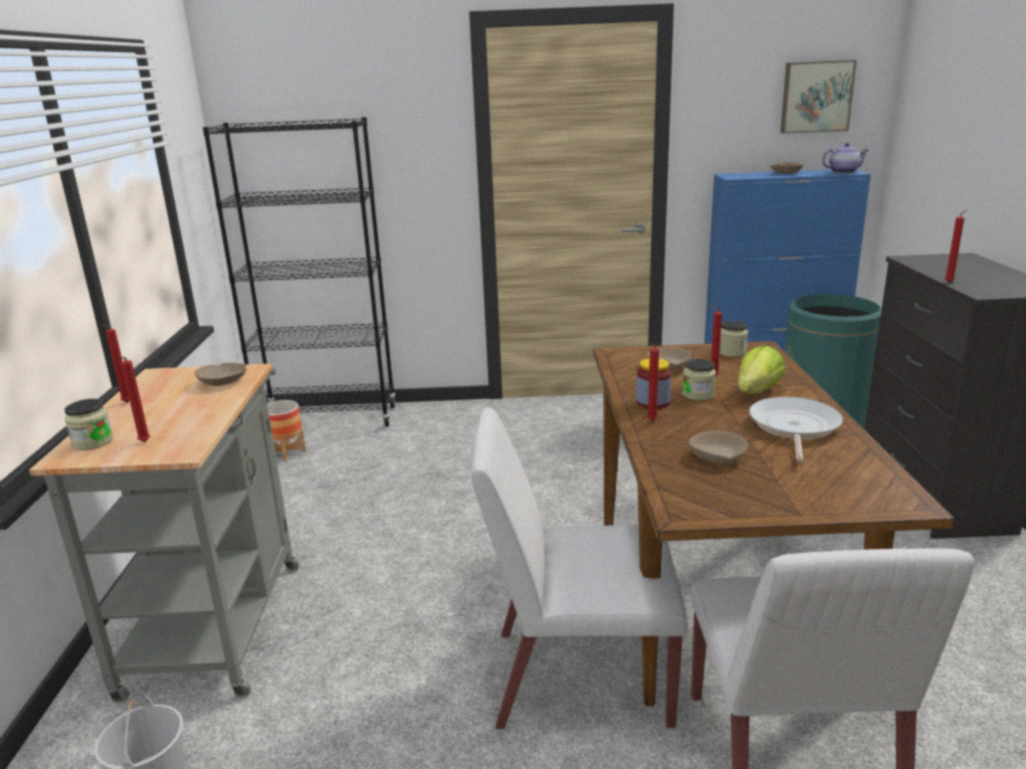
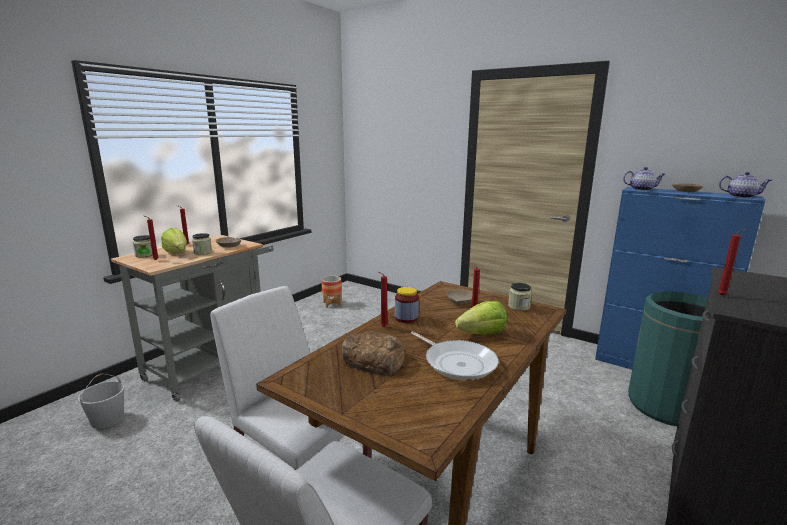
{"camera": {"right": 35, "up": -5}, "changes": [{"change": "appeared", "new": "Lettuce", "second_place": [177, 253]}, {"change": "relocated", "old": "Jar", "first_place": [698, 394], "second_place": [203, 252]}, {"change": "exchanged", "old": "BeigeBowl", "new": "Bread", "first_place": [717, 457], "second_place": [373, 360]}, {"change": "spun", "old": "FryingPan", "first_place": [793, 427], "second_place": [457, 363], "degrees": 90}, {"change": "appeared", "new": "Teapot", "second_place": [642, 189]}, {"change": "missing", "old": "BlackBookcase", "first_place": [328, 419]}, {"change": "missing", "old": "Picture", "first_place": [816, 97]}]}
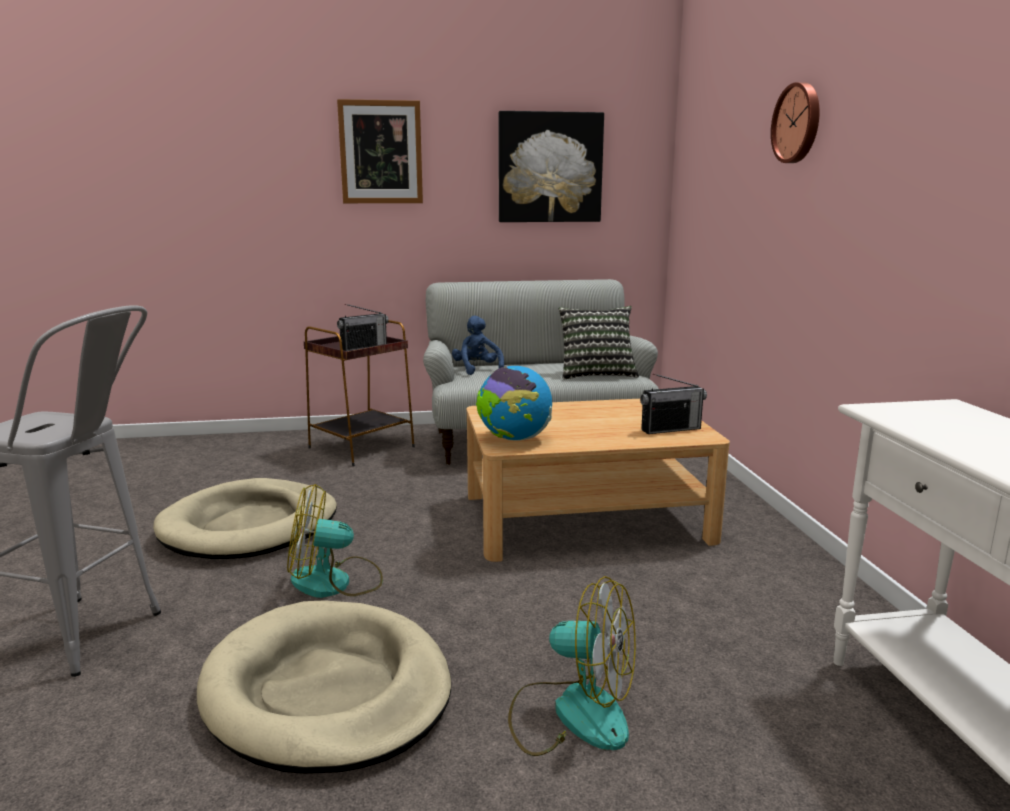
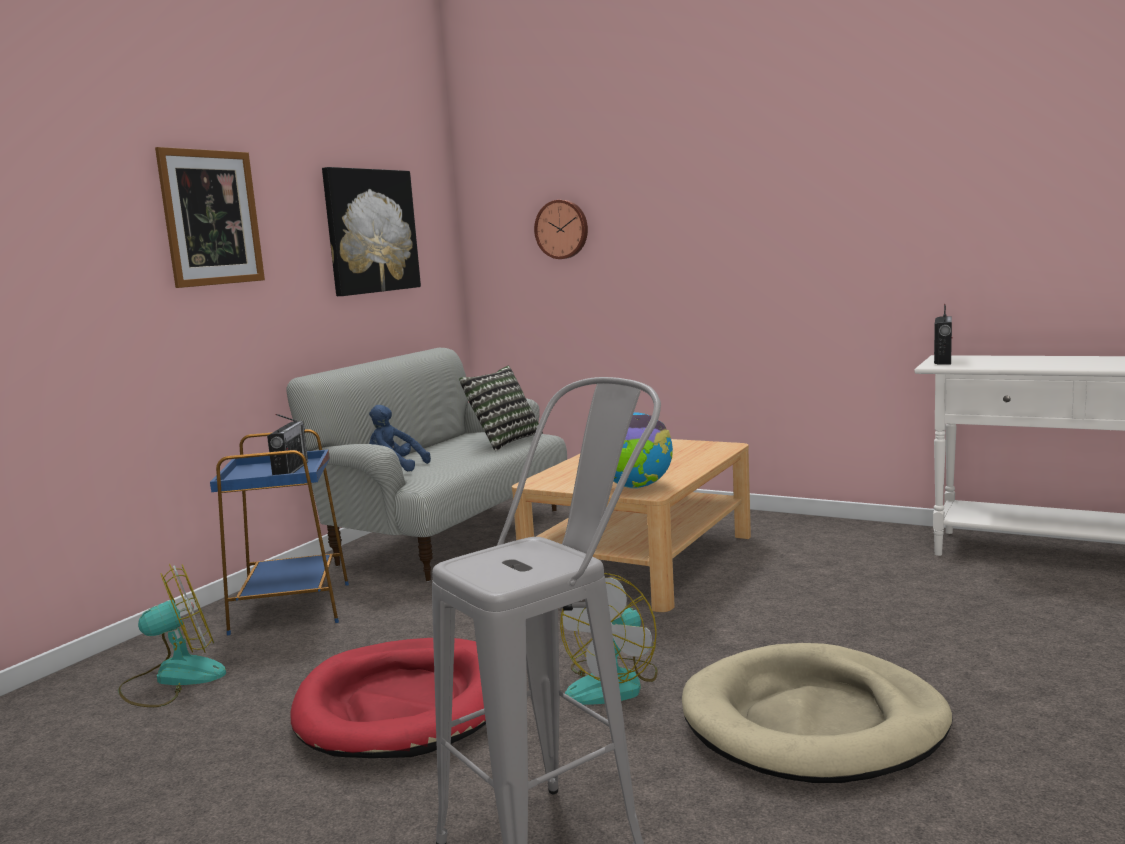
{"camera": {"right": -50, "up": -5}, "changes": [{"change": "relocated", "old": "Fan", "first_place": [572, 713], "second_place": [173, 679]}, {"change": "colour", "old": "BrownSideTable", "new": "BlueSideTable", "first_place": [362, 447], "second_place": [292, 607]}, {"change": "colour", "old": "BeigeDogBed", "new": "RedDogBed", "first_place": [250, 526], "second_place": [403, 705]}, {"change": "relocated", "old": "WallClock", "first_place": [798, 123], "second_place": [562, 229]}, {"change": "relocated", "old": "Radio", "first_place": [670, 429], "second_place": [942, 360]}]}
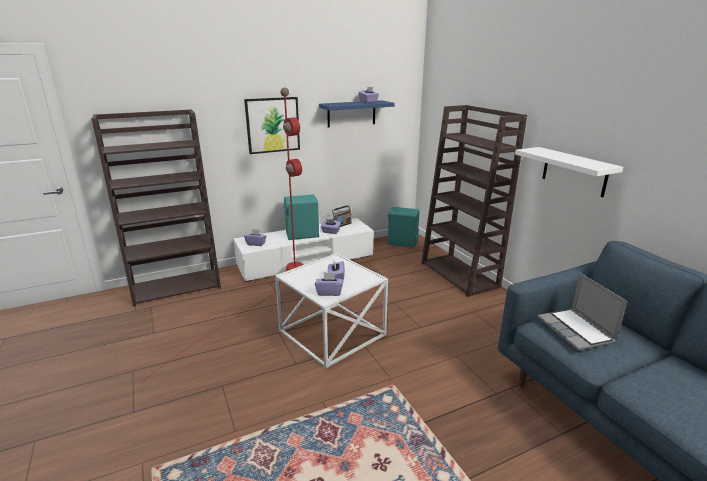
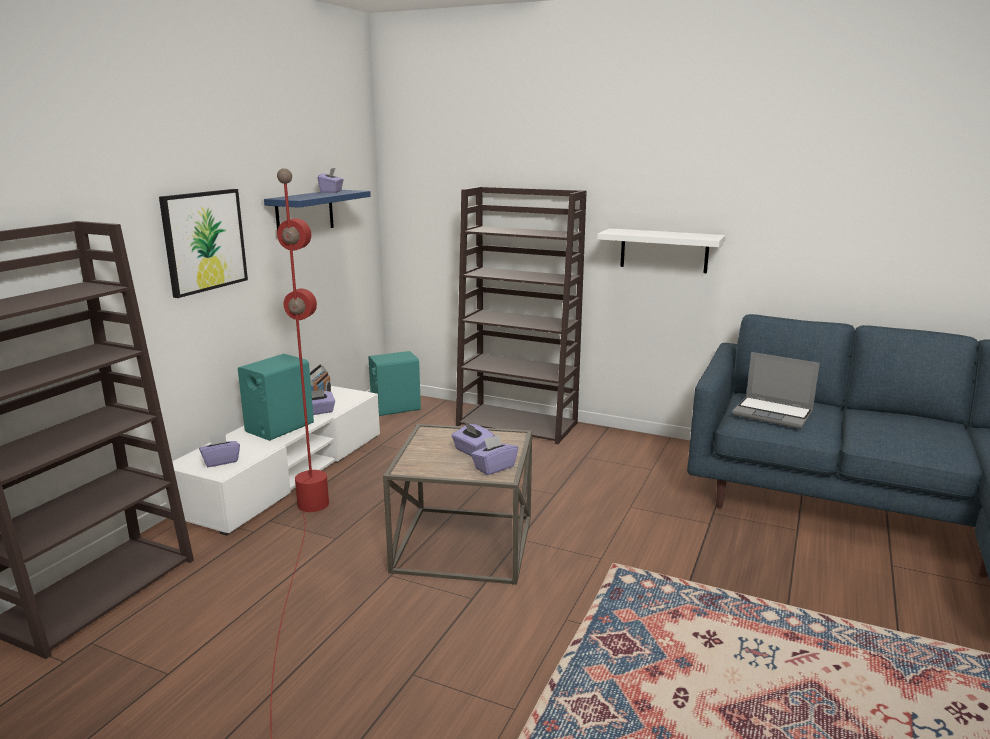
{"camera": {"right": -40, "up": -5}, "changes": [{"change": "colour", "old": "WhiteSideTable", "new": "BrownSideTable", "first_place": [333, 333], "second_place": [465, 543]}]}
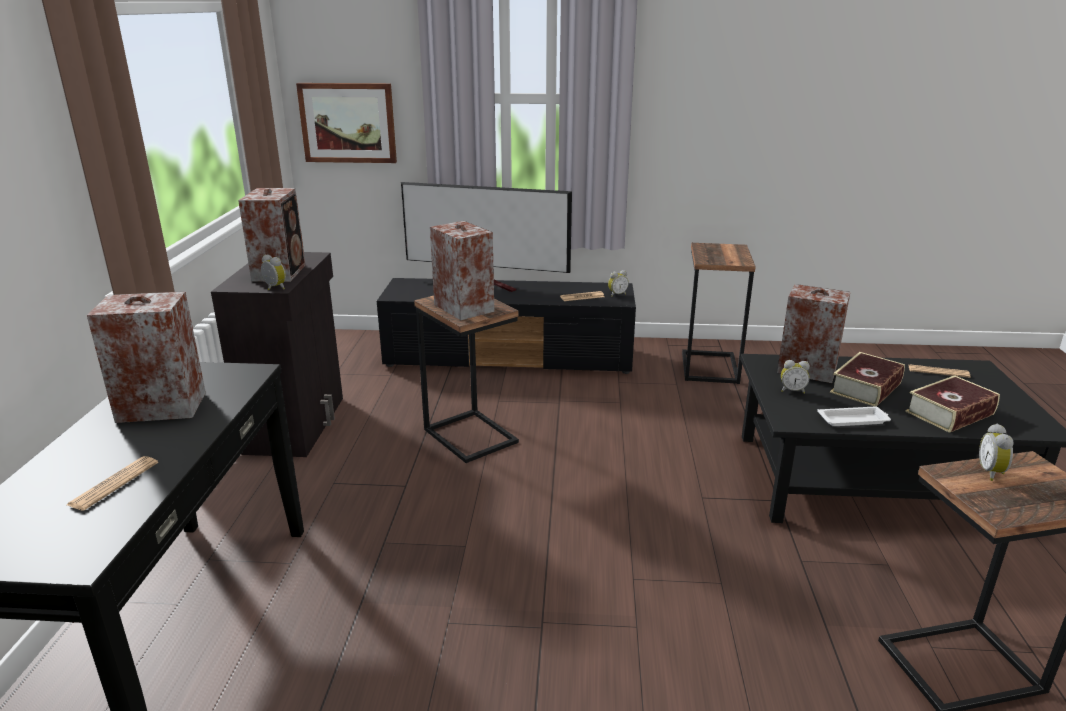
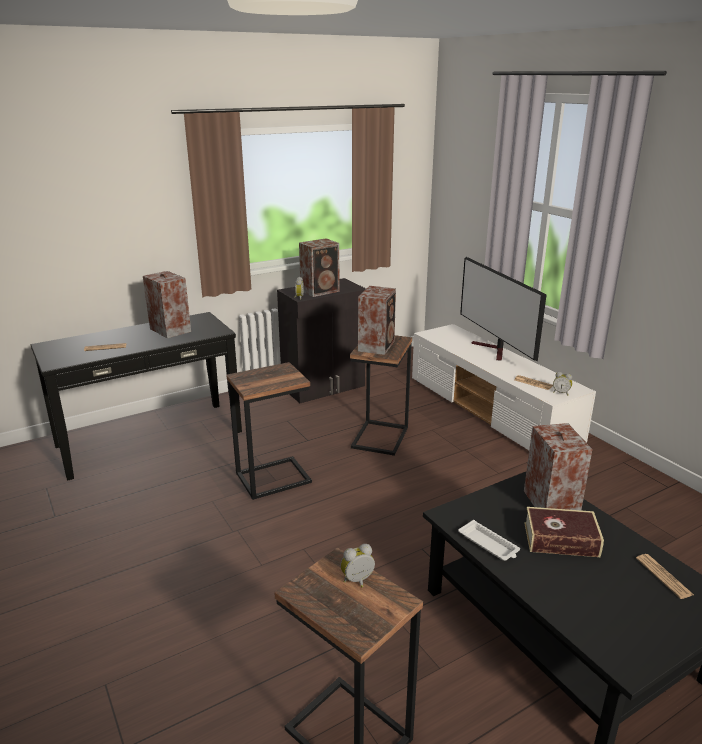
{"camera": {"right": 55, "up": 0}, "changes": [{"change": "relocated", "old": "SideTable", "first_place": [708, 367], "second_place": [272, 477]}, {"change": "colour", "old": "BlackTvStand", "new": "WhiteTvStand", "first_place": [510, 357], "second_place": [491, 411]}, {"change": "missing", "old": "Picture", "first_place": [348, 123]}, {"change": "missing", "old": "AlarmClock", "first_place": [792, 390]}, {"change": "missing", "old": "Book", "first_place": [950, 413]}]}
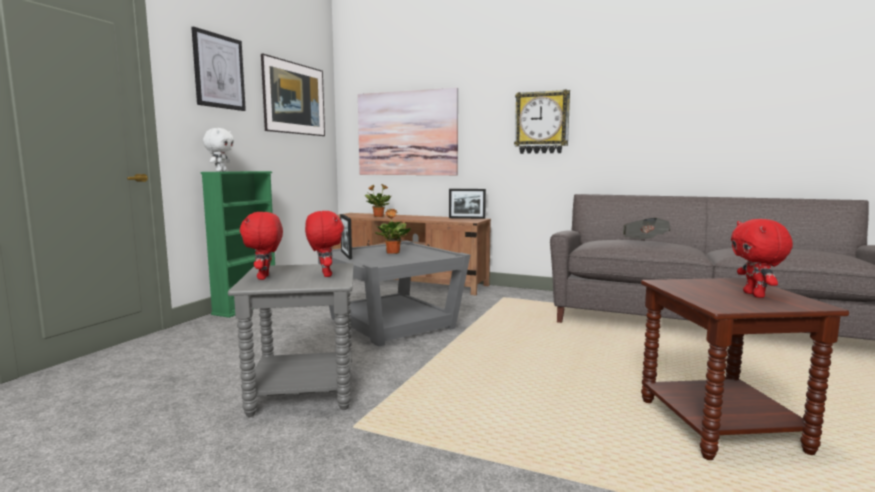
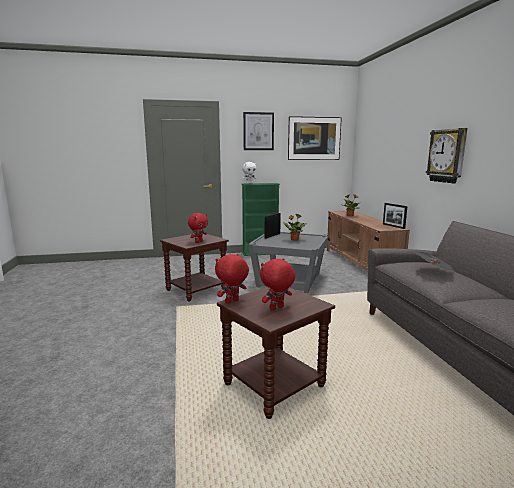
{"camera": {"right": 55, "up": 5}, "changes": [{"change": "colour", "old": "GreySideTable", "new": "BrownSideTable", "first_place": [302, 390], "second_place": [196, 290]}, {"change": "relocated", "old": "RedPlushToy", "first_place": [265, 277], "second_place": [232, 302]}, {"change": "missing", "old": "Picture", "first_place": [407, 133]}]}
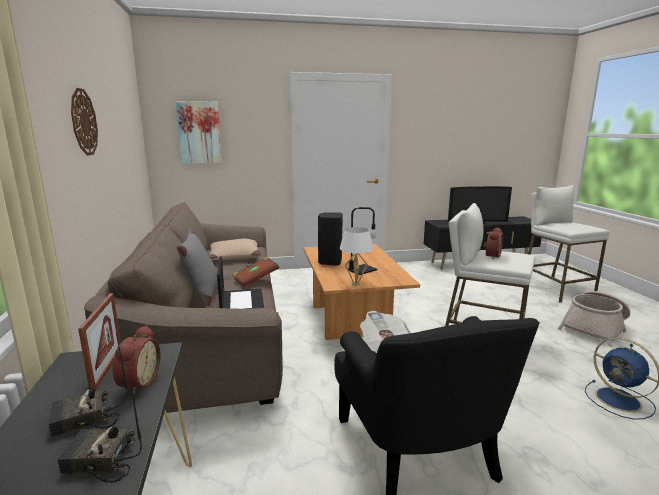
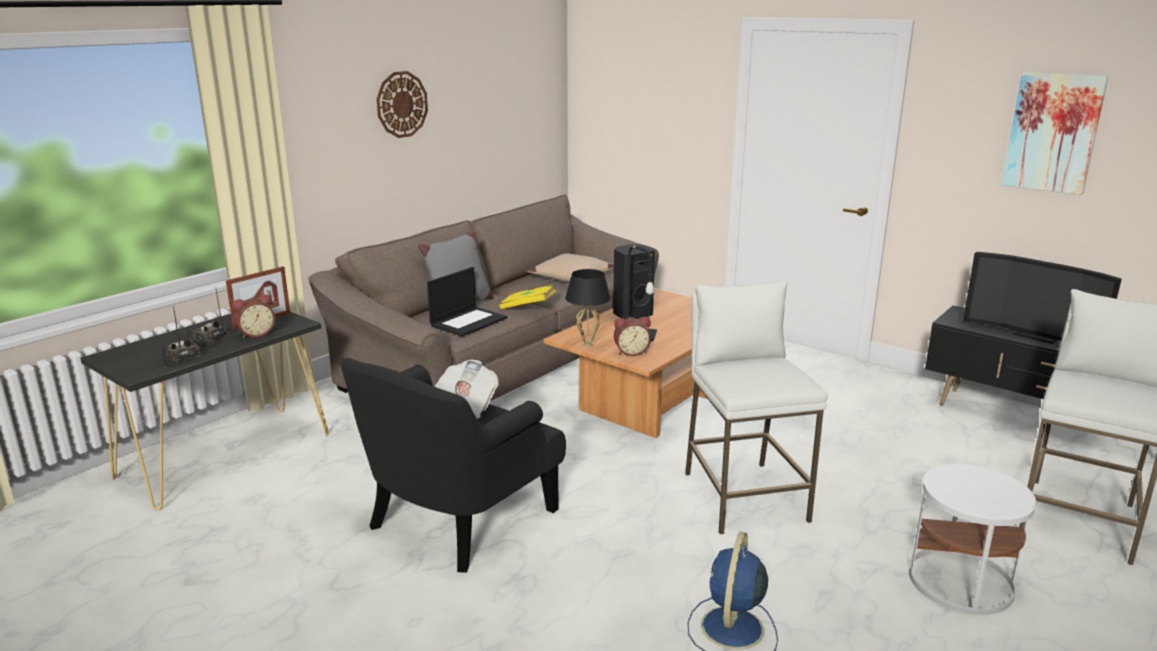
{"camera": {"right": 50, "up": 5}, "changes": [{"change": "colour", "old": "BrownBook", "new": "YellowBook", "first_place": [255, 279], "second_place": [528, 307]}, {"change": "colour", "old": "WhiteTableLamp", "new": "BlackTableLamp", "first_place": [356, 284], "second_place": [588, 345]}, {"change": "relocated", "old": "AlarmClock", "first_place": [491, 256], "second_place": [631, 352]}, {"change": "exchanged", "old": "Basket", "new": "WhiteSideTable", "first_place": [594, 328], "second_place": [961, 582]}, {"change": "relocated", "old": "Picture", "first_place": [200, 132], "second_place": [1053, 132]}]}
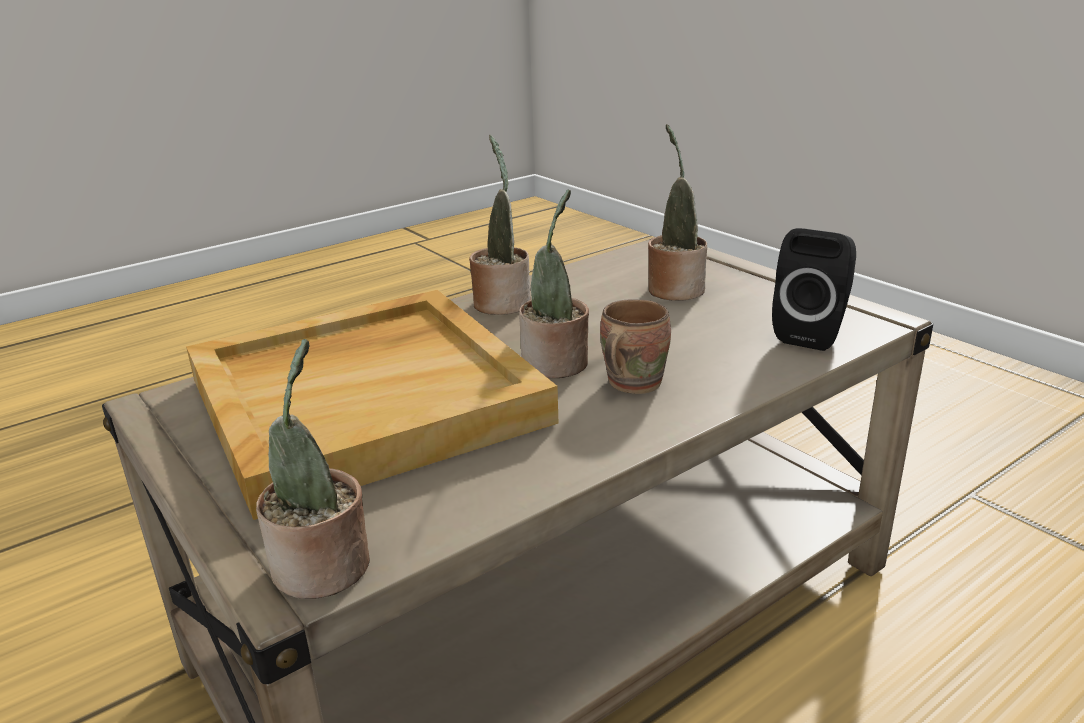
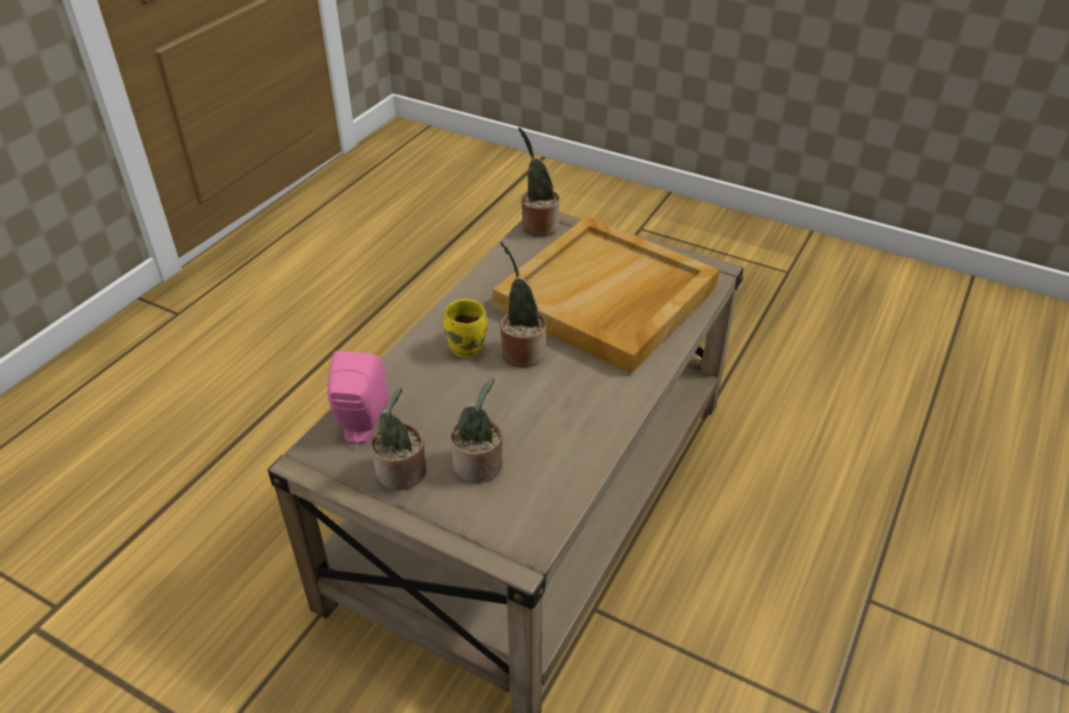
{"camera": {"right": 155, "up": 15}, "changes": [{"change": "colour", "old": "BlackSpeaker", "new": "PinkSpeaker", "first_place": [812, 334], "second_place": [360, 426]}, {"change": "relocated", "old": "PottedPlant", "first_place": [502, 302], "second_place": [402, 474]}, {"change": "colour", "old": "BrownMug", "new": "YellowMug", "first_place": [629, 383], "second_place": [469, 346]}]}
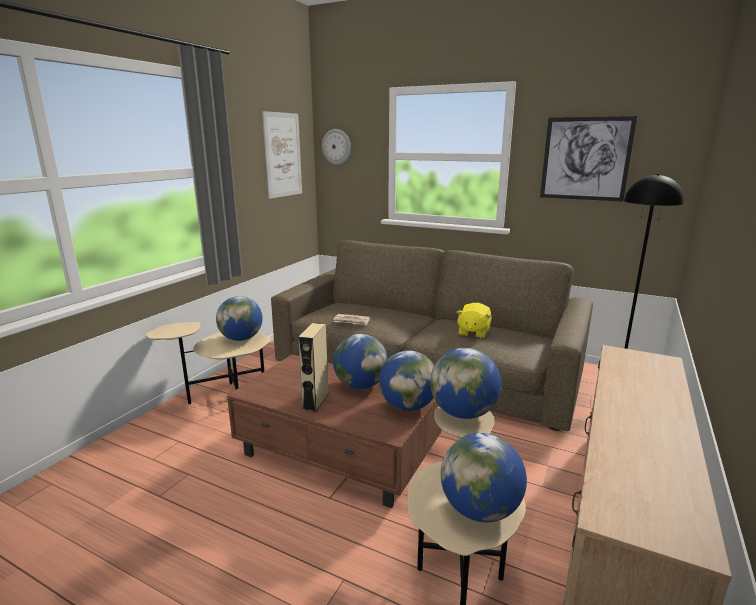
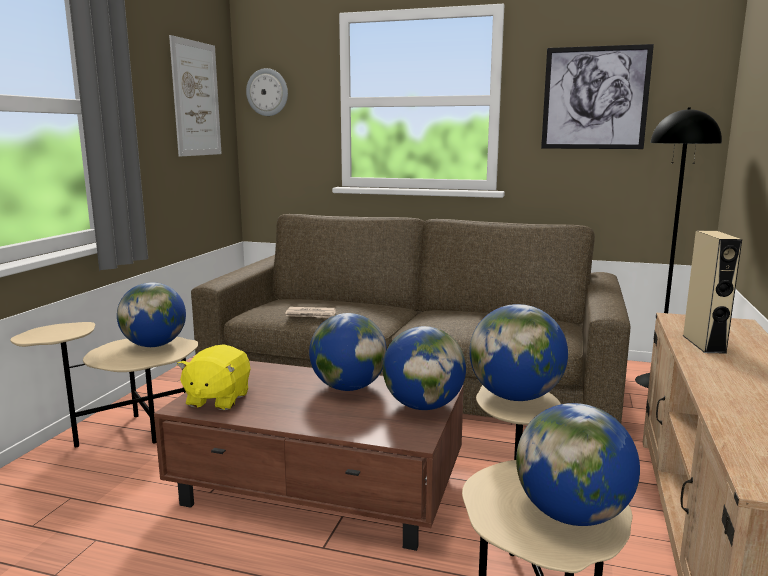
{"camera": {"right": -10, "up": -5}, "changes": [{"change": "relocated", "old": "YellowPlushToy", "first_place": [473, 332], "second_place": [217, 399]}, {"change": "relocated", "old": "BeigeSpeaker", "first_place": [315, 401], "second_place": [703, 344]}]}
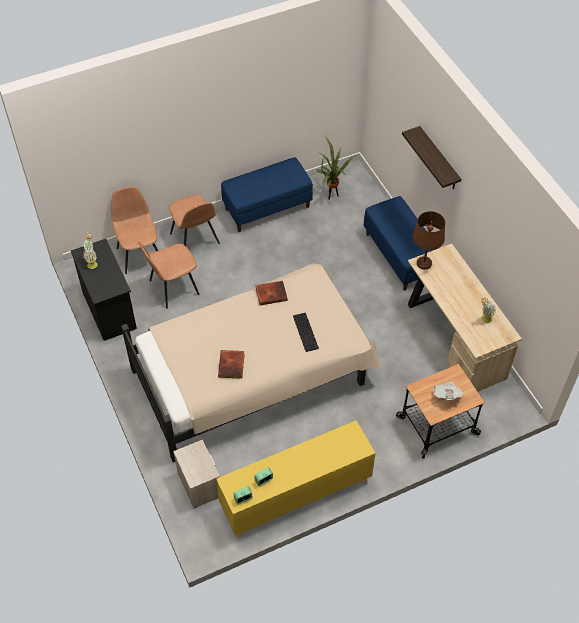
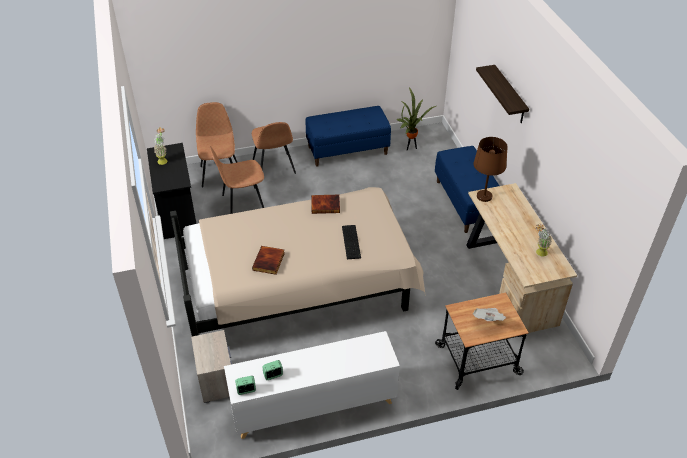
{"camera": {"right": 10, "up": -10}, "changes": [{"change": "colour", "old": "YellowCabinet", "new": "WhiteCabinet", "first_place": [295, 494], "second_place": [313, 405]}]}
